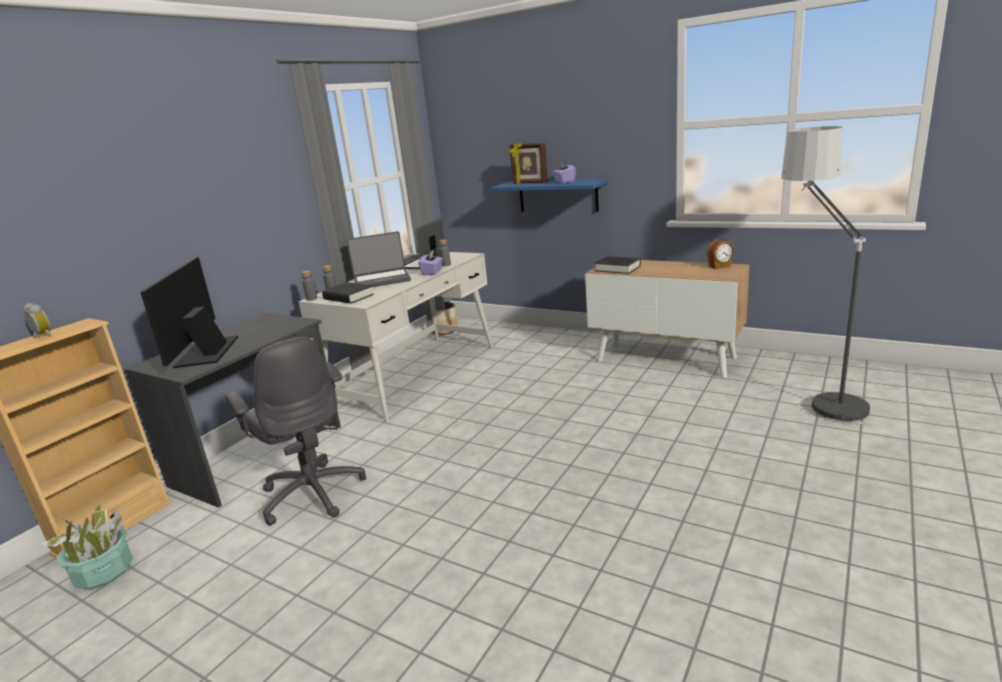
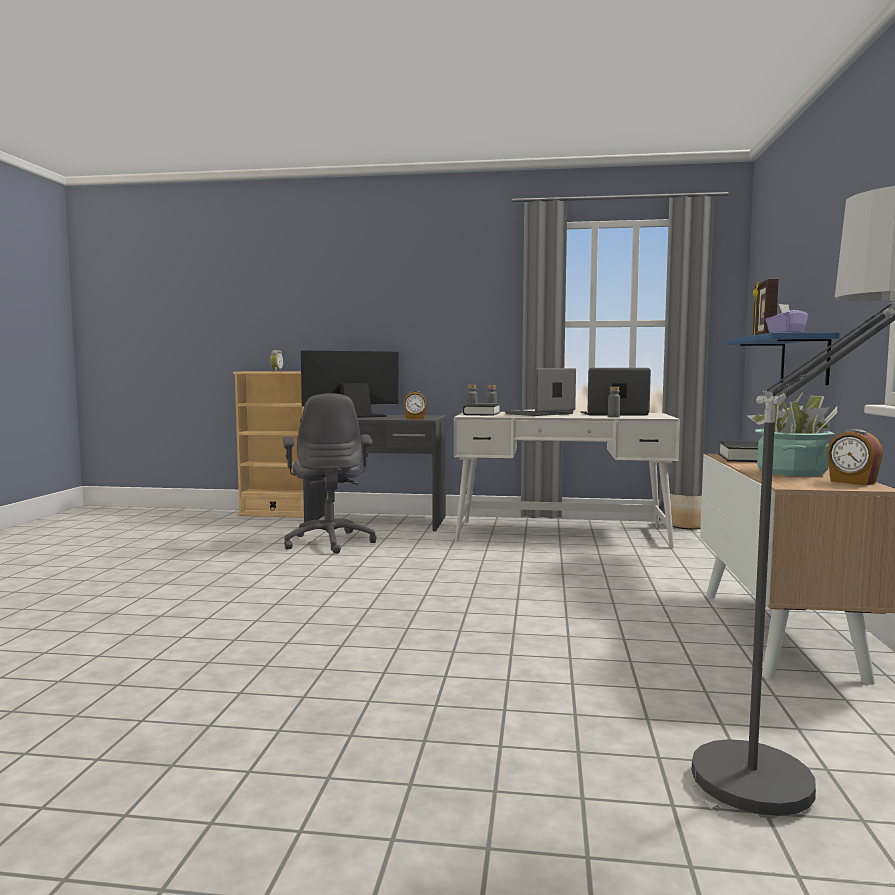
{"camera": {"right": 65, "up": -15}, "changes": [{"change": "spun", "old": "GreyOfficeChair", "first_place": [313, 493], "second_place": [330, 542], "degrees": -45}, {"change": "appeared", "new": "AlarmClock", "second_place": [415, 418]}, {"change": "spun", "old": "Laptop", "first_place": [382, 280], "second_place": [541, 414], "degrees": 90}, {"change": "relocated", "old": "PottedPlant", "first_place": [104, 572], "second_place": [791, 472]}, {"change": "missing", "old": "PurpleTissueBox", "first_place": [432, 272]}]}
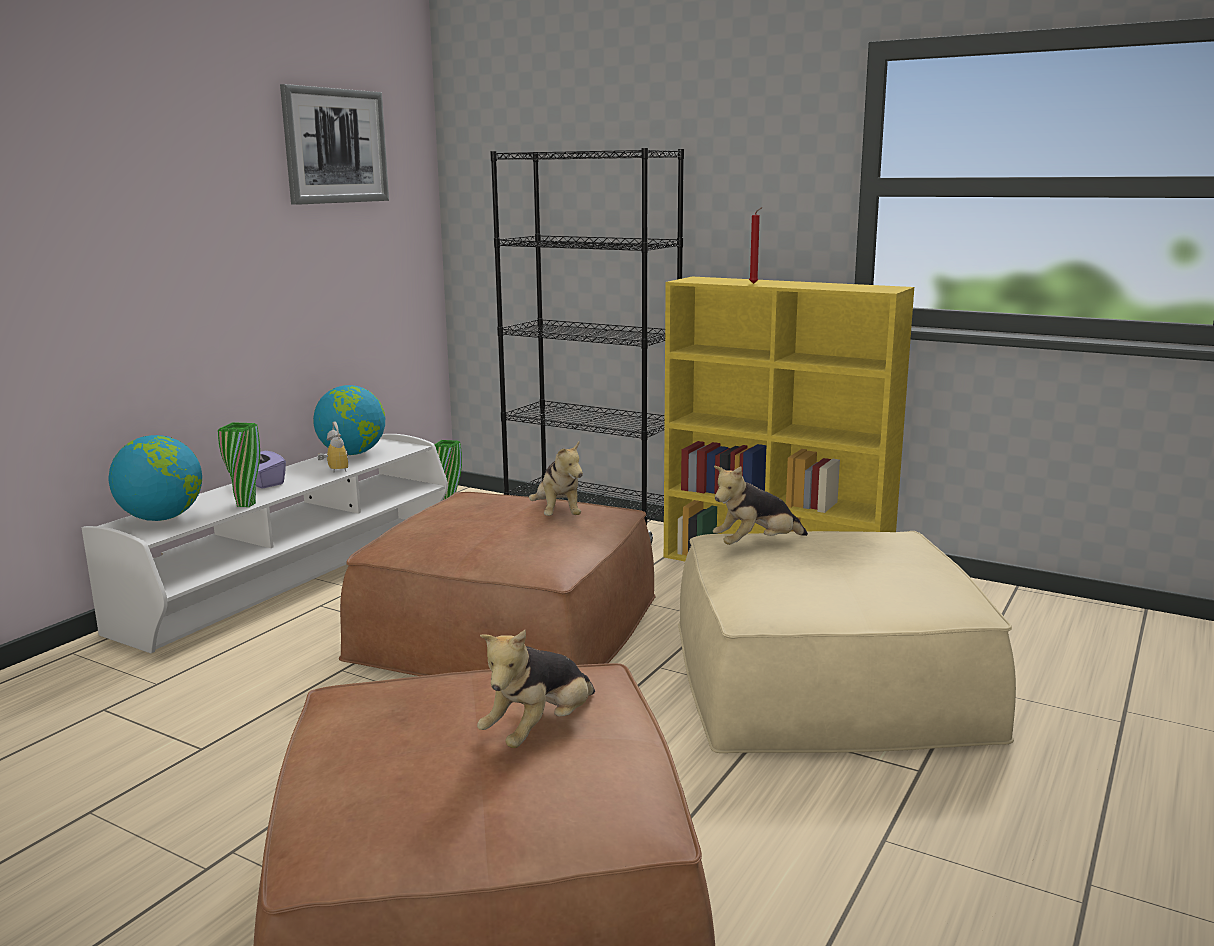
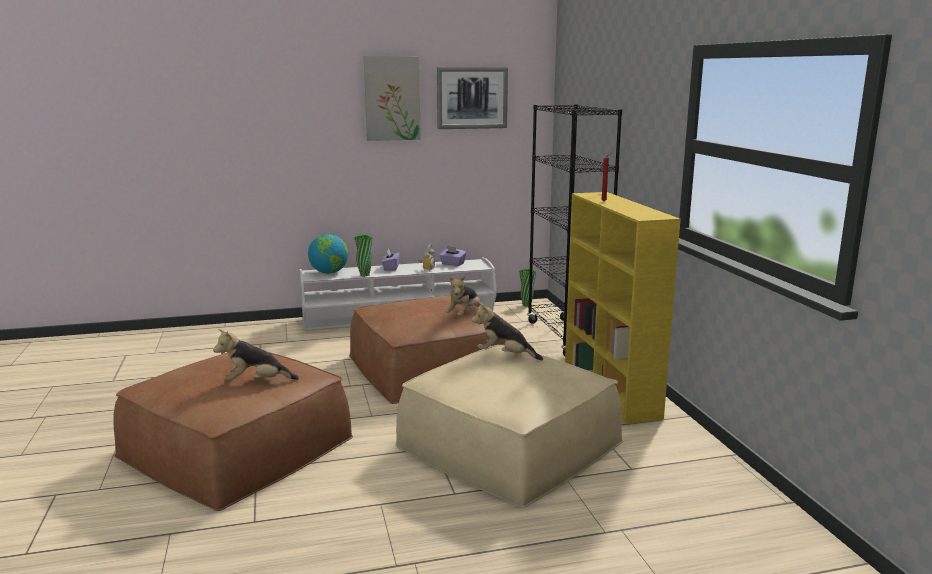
{"camera": {"right": 45, "up": 0}, "changes": [{"change": "appeared", "new": "Picture", "second_place": [392, 98]}, {"change": "exchanged", "old": "Globe", "new": "PurpleTissueBox", "first_place": [352, 453], "second_place": [452, 264]}]}
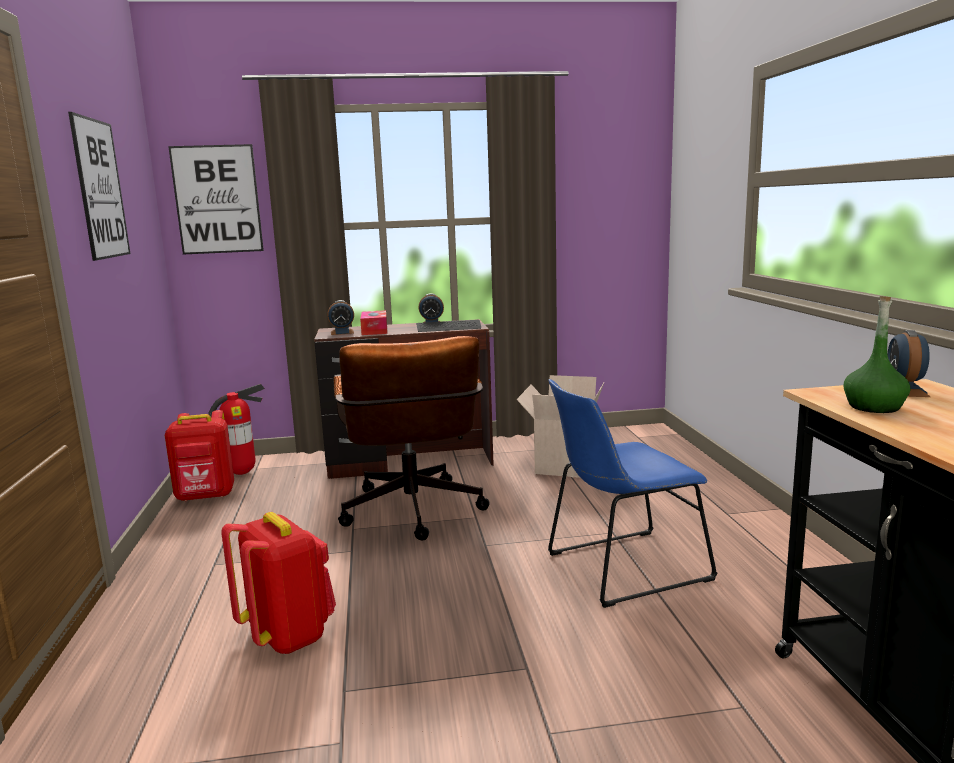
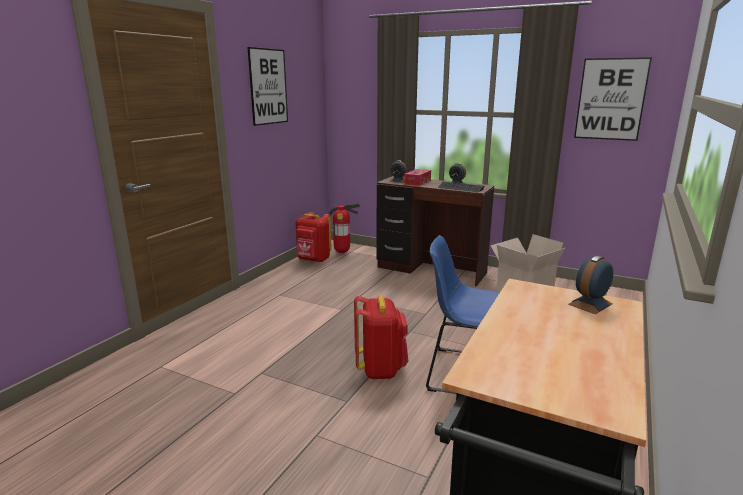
{"camera": {"right": 35, "up": 5}, "changes": [{"change": "relocated", "old": "RedBackpack", "first_place": [288, 635], "second_place": [380, 369]}, {"change": "relocated", "old": "Picture", "first_place": [217, 199], "second_place": [611, 99]}, {"change": "missing", "old": "BrownOfficeChair", "first_place": [413, 515]}, {"change": "missing", "old": "GreenBottle", "first_place": [874, 407]}]}
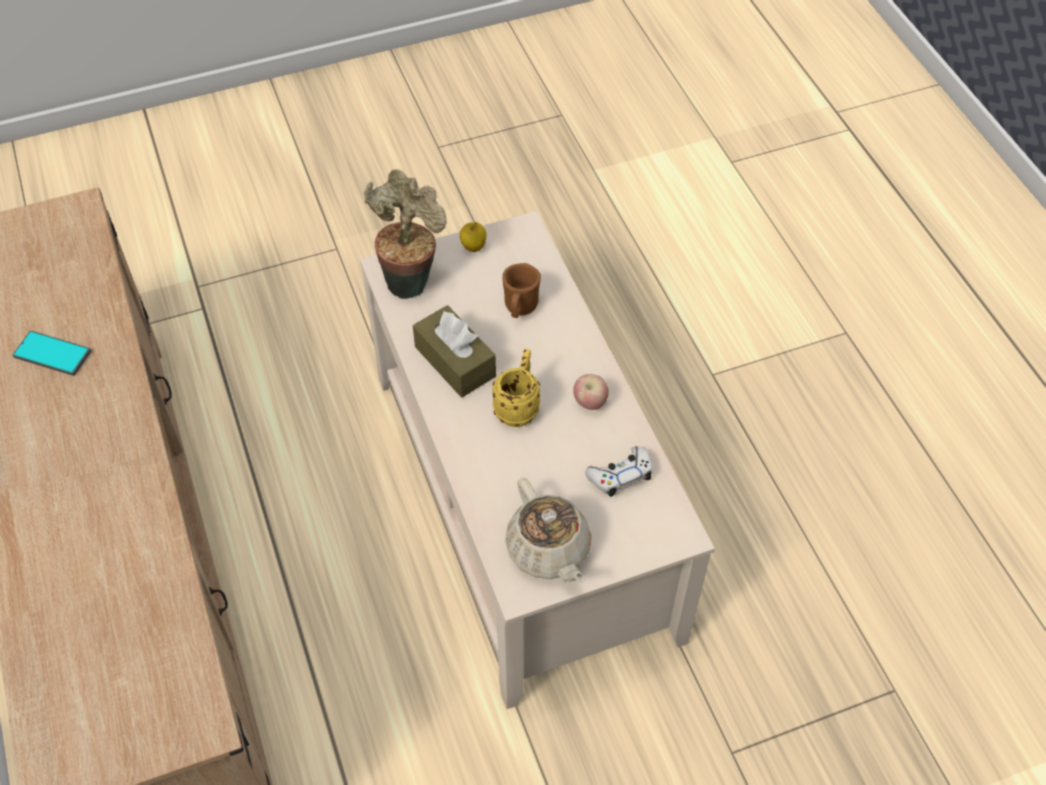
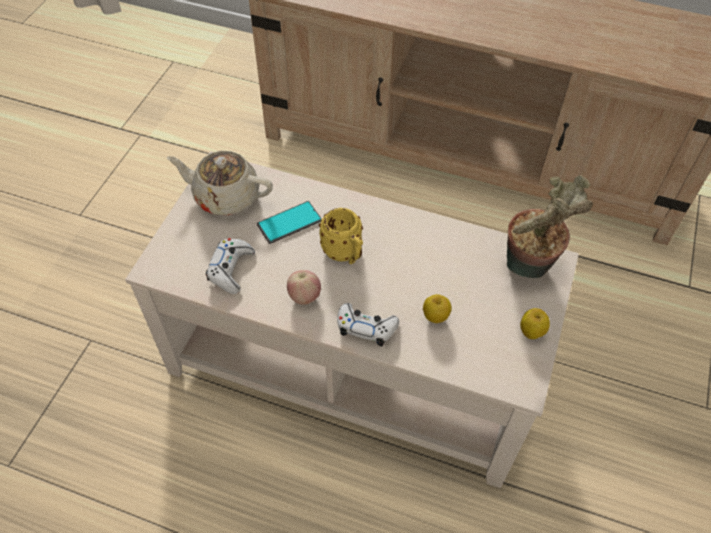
{"camera": {"right": 130, "up": 0}, "changes": [{"change": "relocated", "old": "Phone", "first_place": [52, 354], "second_place": [289, 223]}, {"change": "appeared", "new": "WhiteGameController", "second_place": [366, 327]}, {"change": "exchanged", "old": "BrownMug", "new": "Apple", "first_place": [520, 308], "second_place": [435, 318]}, {"change": "missing", "old": "BrownTissueBox", "first_place": [455, 361]}]}
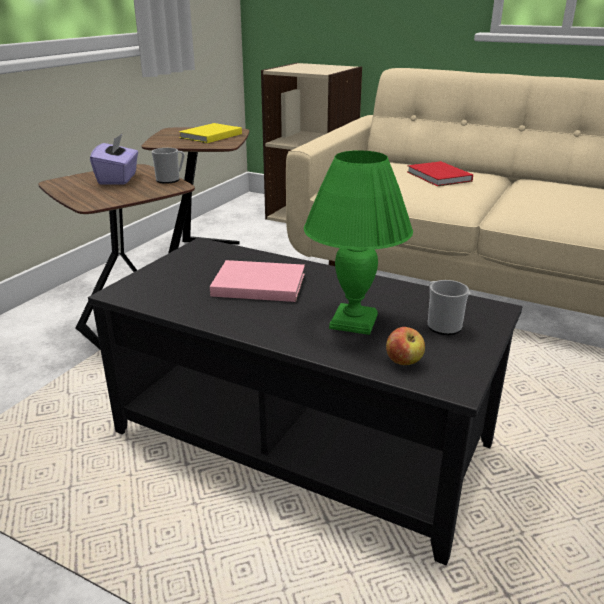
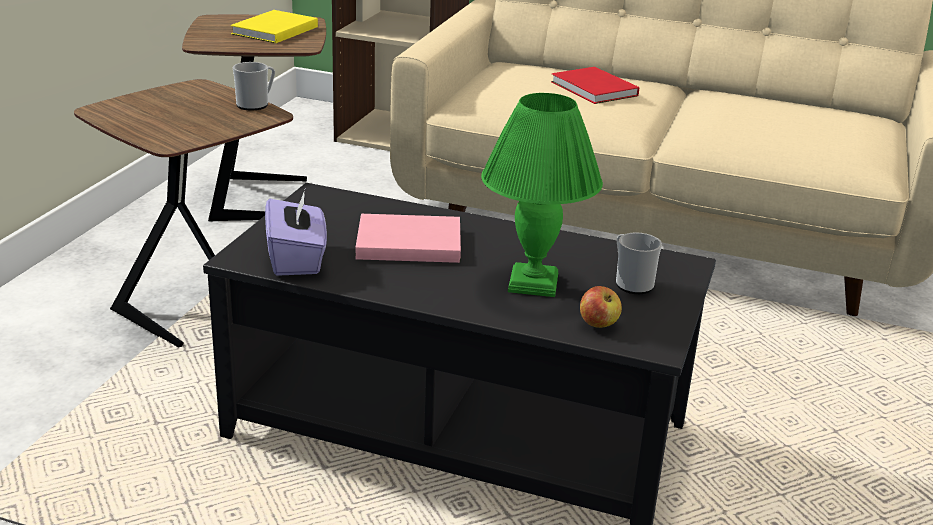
{"camera": {"right": -10, "up": 0}, "changes": [{"change": "relocated", "old": "PurpleTissueBox", "first_place": [118, 179], "second_place": [297, 259]}]}
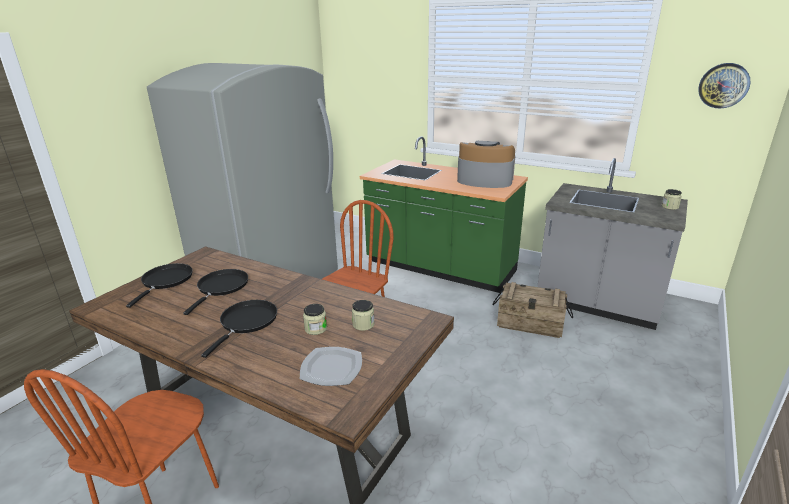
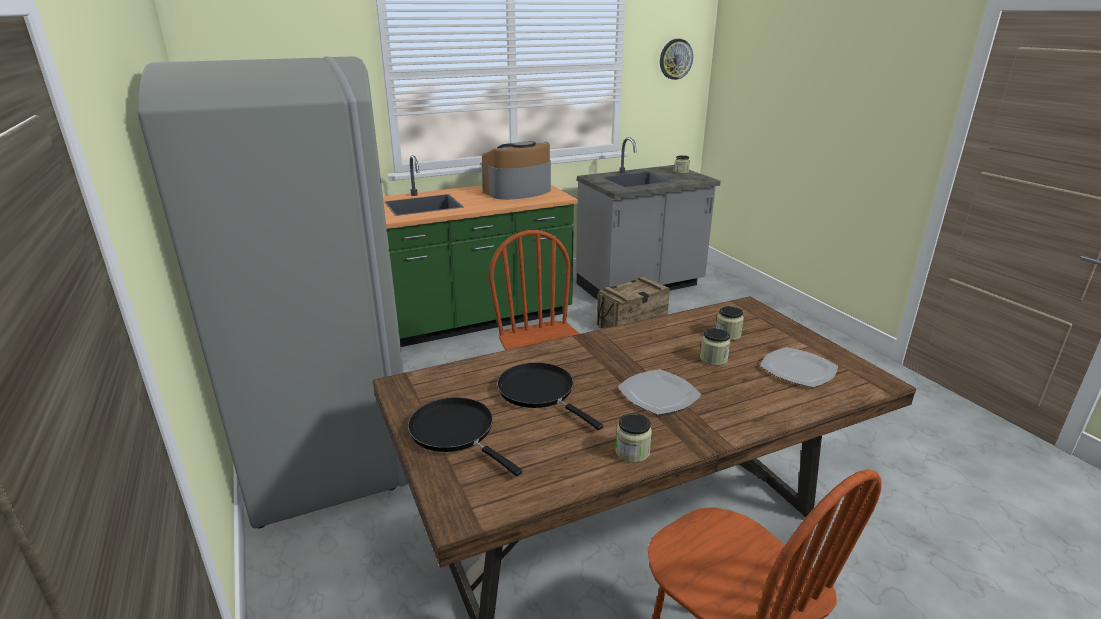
{"camera": {"right": -55, "up": 0}, "changes": [{"change": "appeared", "new": "Jar", "second_place": [632, 452]}, {"change": "exchanged", "old": "BlackFryingPan", "new": "Plate", "first_place": [247, 322], "second_place": [658, 394]}]}
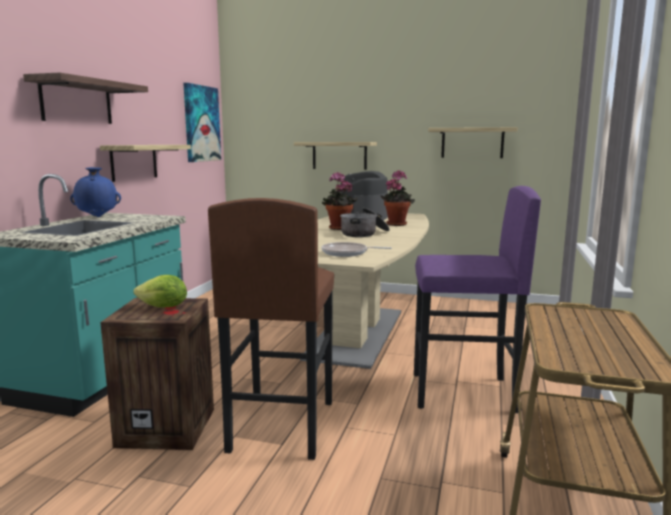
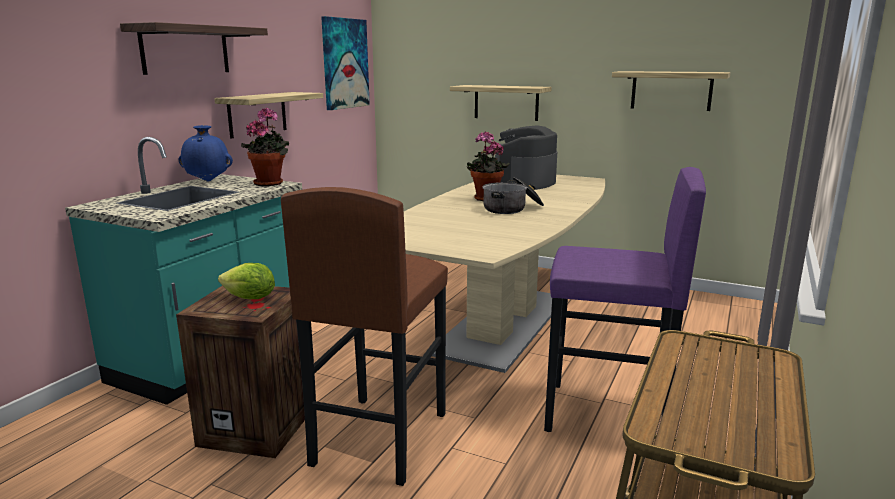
{"camera": {"right": 10, "up": 5}, "changes": [{"change": "relocated", "old": "PottedPlant", "first_place": [397, 224], "second_place": [270, 183]}, {"change": "missing", "old": "FryingPan", "first_place": [347, 253]}]}
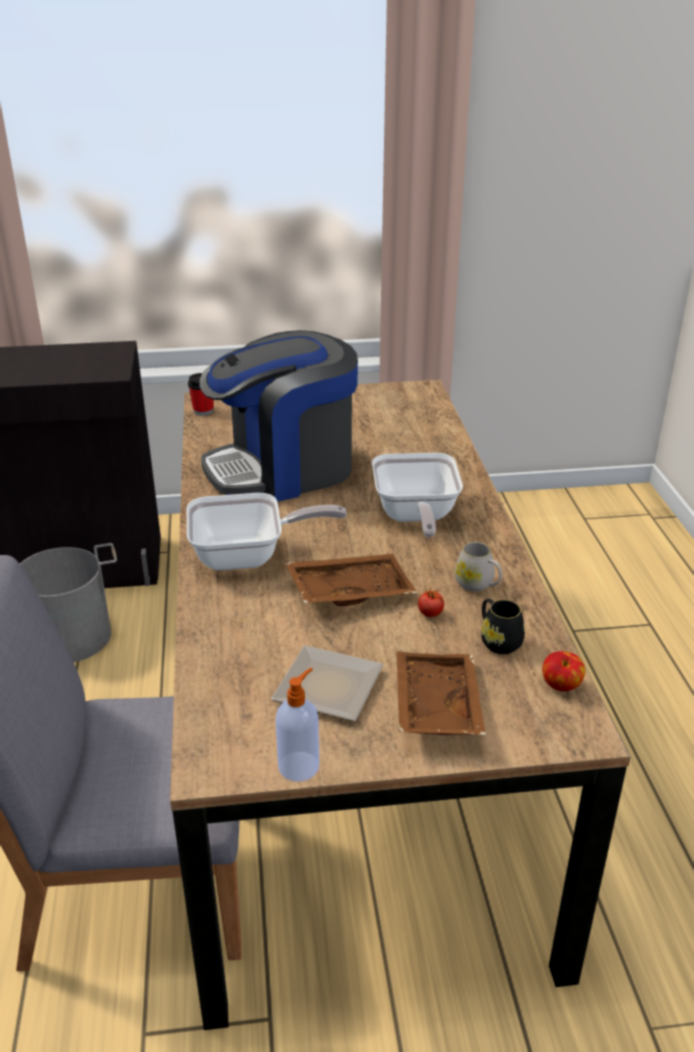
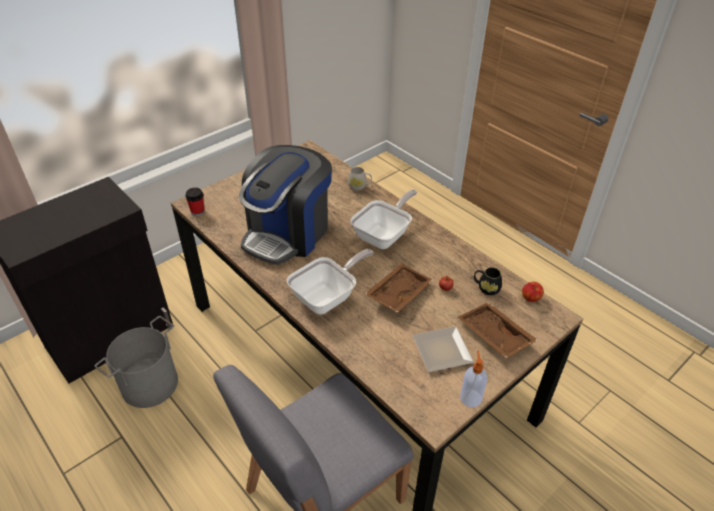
{"camera": {"right": -35, "up": 10}, "changes": [{"change": "relocated", "old": "WhiteMug", "first_place": [478, 585], "second_place": [359, 186]}, {"change": "spun", "old": "FryingPan", "first_place": [415, 517], "second_place": [384, 235], "degrees": -105}]}
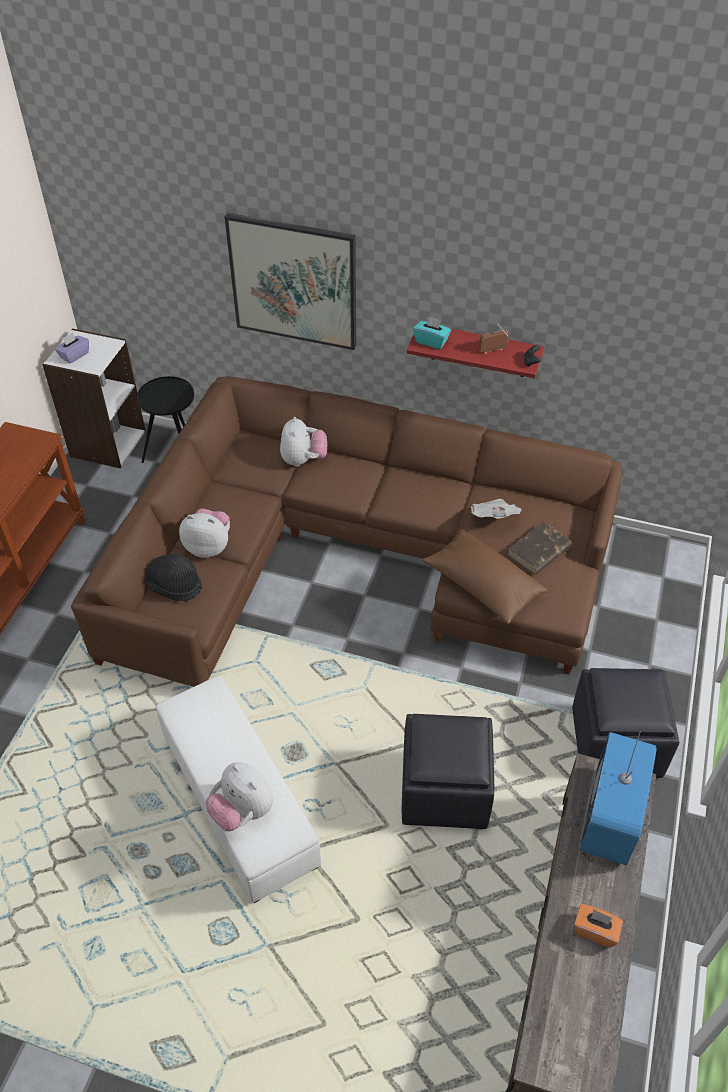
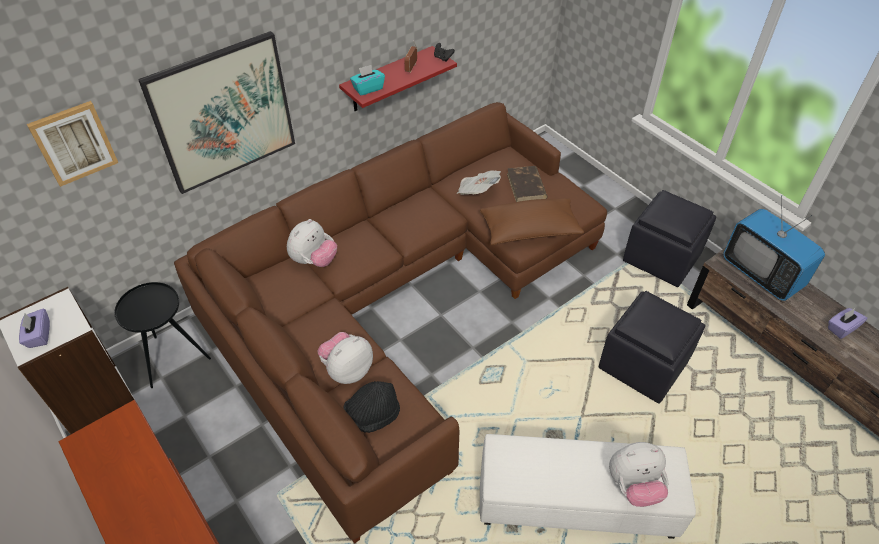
{"camera": {"right": -55, "up": 0}, "changes": [{"change": "appeared", "new": "Picture", "second_place": [74, 143]}, {"change": "spun", "old": "PlushToy", "first_place": [303, 460], "second_place": [314, 260], "degrees": 90}, {"change": "colour", "old": "OrangeTissueBox", "new": "PurpleTissueBox", "first_place": [595, 930], "second_place": [841, 328]}]}
